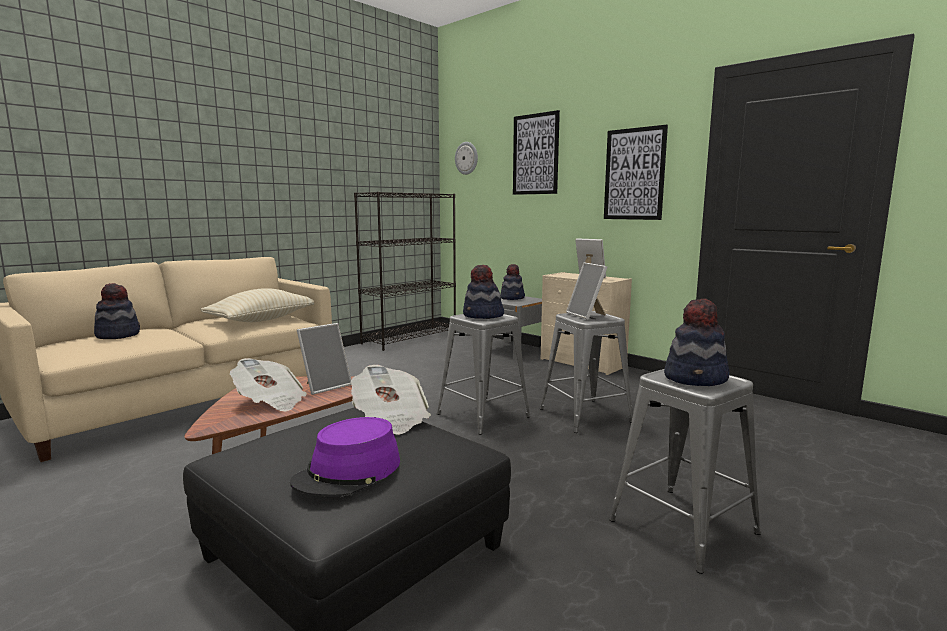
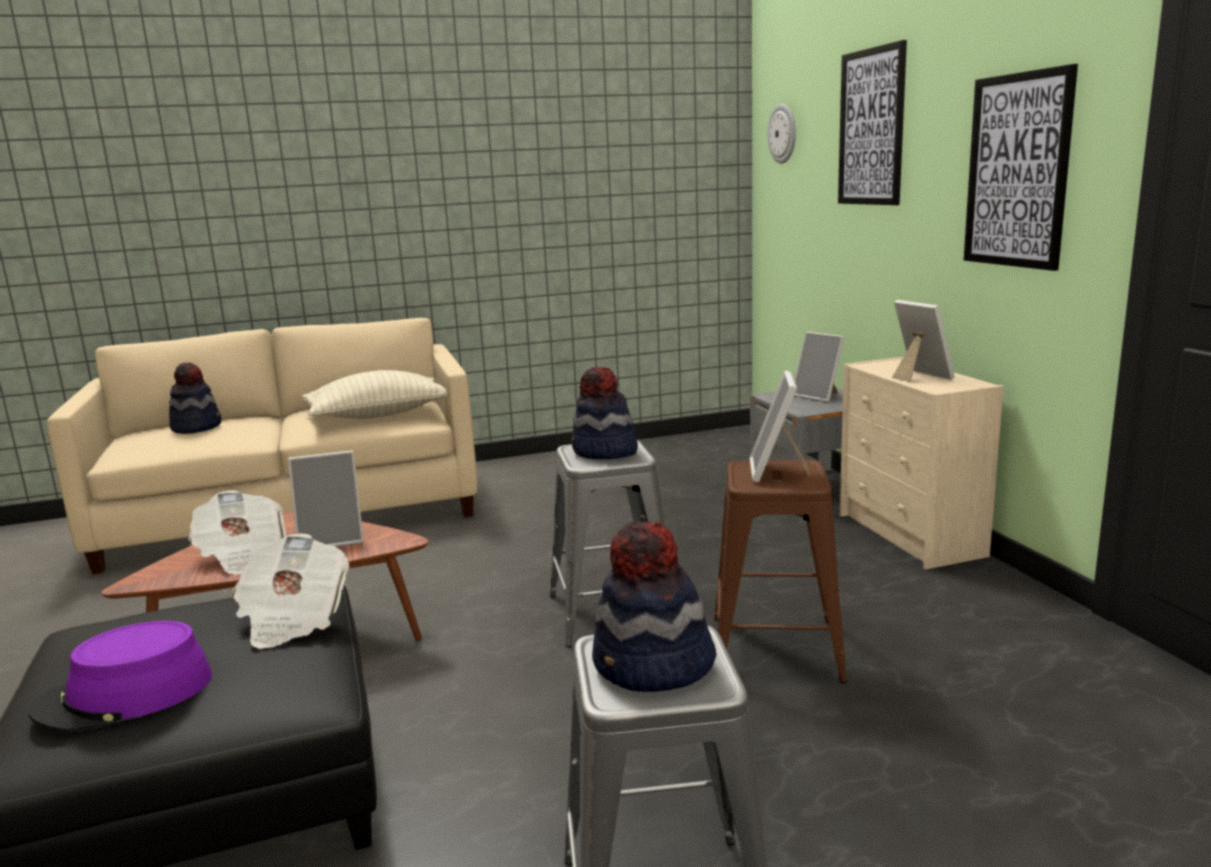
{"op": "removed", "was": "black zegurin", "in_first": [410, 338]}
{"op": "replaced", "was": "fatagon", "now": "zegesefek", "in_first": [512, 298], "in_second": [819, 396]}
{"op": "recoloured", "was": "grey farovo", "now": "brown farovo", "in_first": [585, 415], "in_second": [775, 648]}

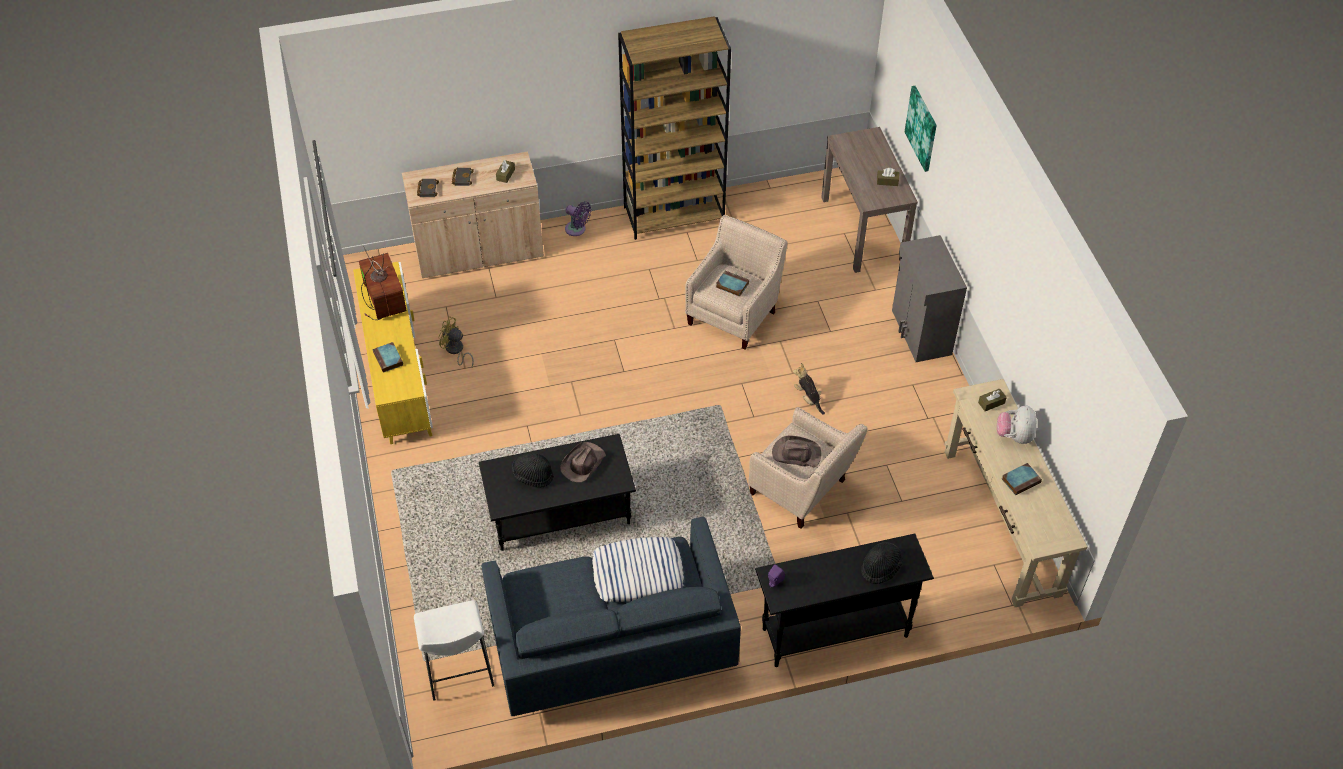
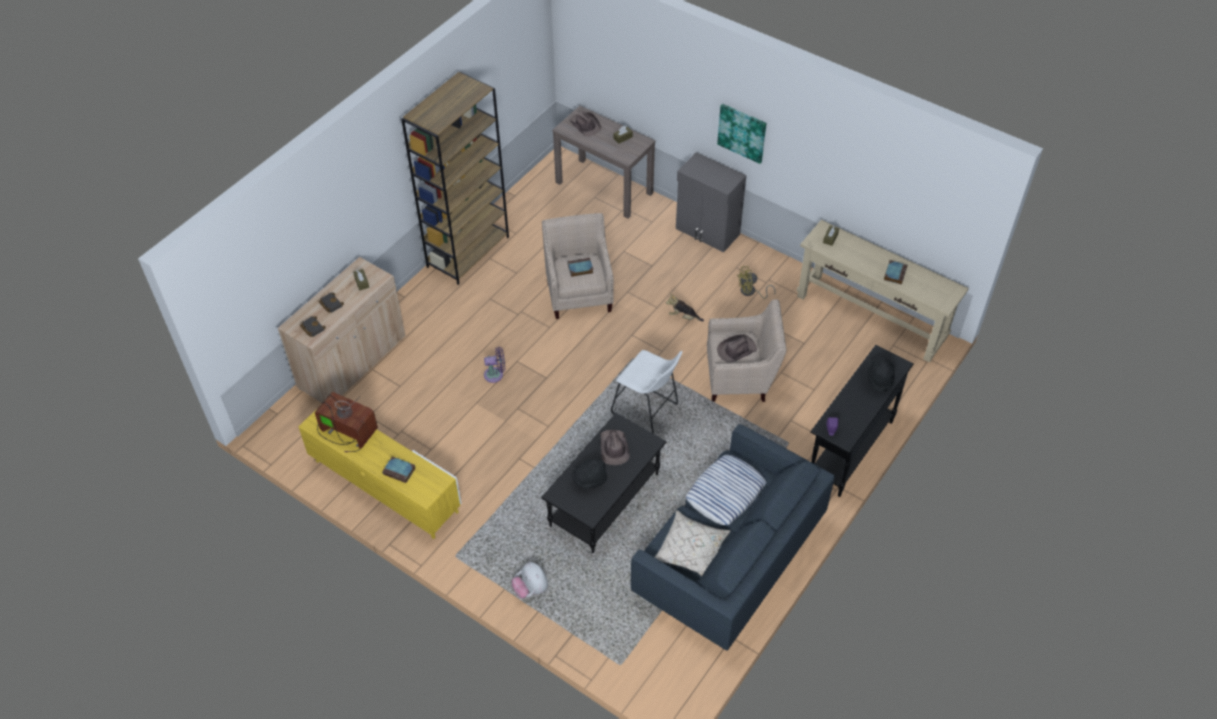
{"op": "moved", "was": "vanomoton", "in_first": [922, 128], "in_second": [742, 132]}
{"op": "moved", "was": "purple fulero", "in_first": [577, 230], "in_second": [495, 374]}
{"op": "moved", "was": "yellow fulero", "in_first": [455, 351], "in_second": [751, 292]}
{"op": "moved", "was": "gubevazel", "in_first": [1014, 436], "in_second": [531, 589]}
{"op": "moved", "was": "white farovo", "in_first": [458, 671], "in_second": [647, 411]}
{"op": "added", "now": "brown fatagon", "in_second": [585, 125]}
{"op": "added", "now": "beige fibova", "in_second": [692, 550]}

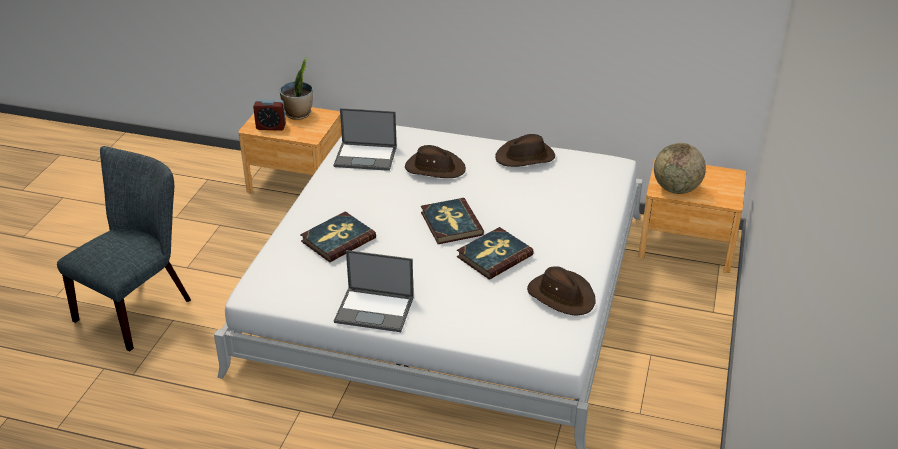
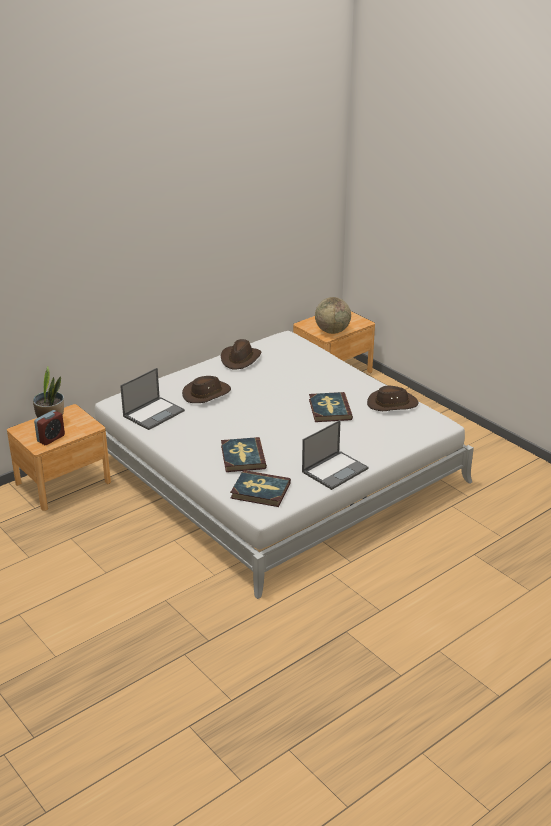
{"op": "removed", "was": "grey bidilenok", "in_first": [139, 306]}
{"op": "moved", "was": "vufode", "in_first": [451, 223], "in_second": [260, 491]}

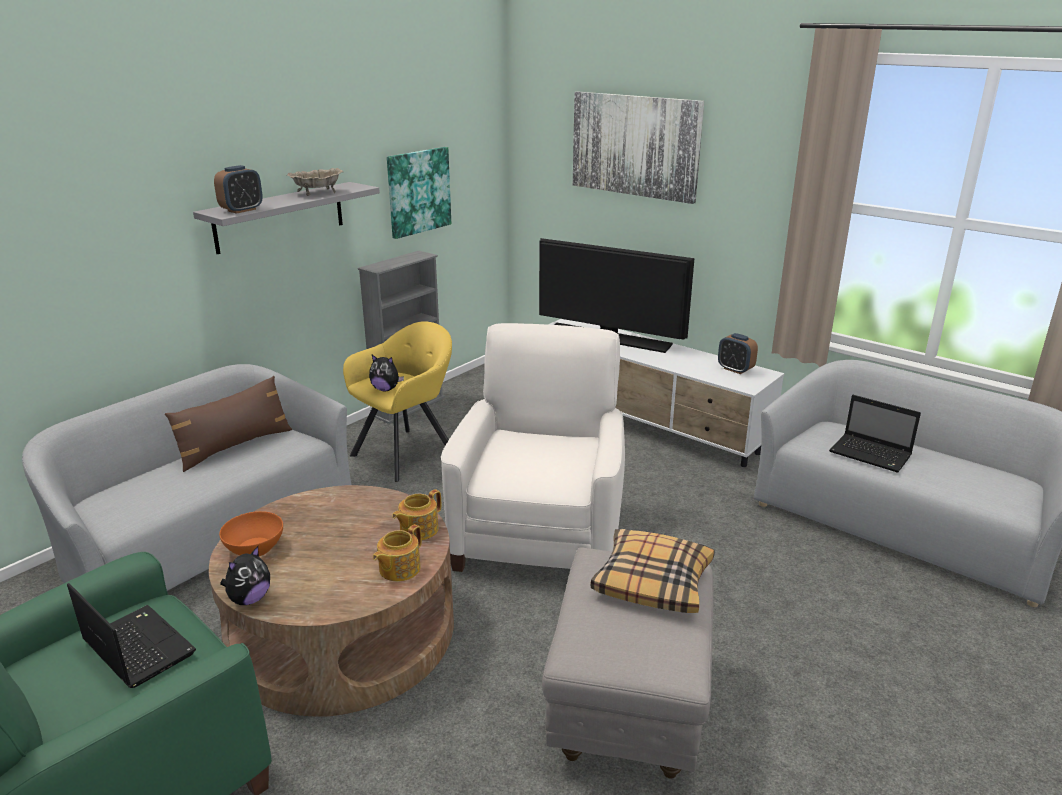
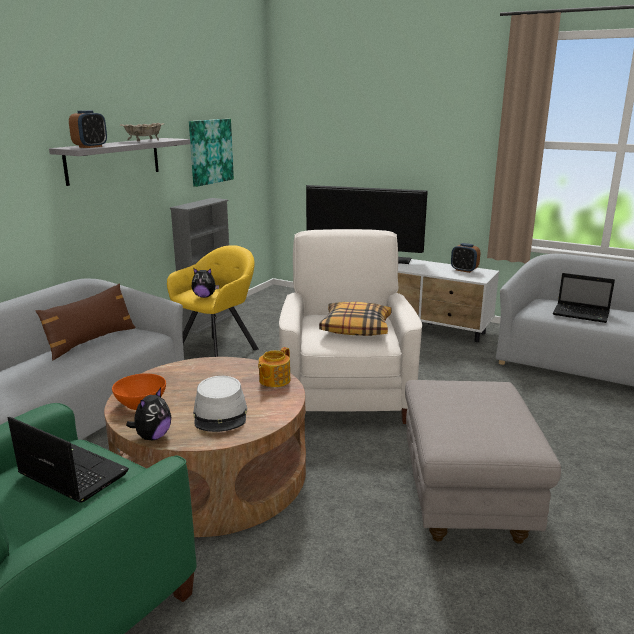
{"op": "removed", "was": "vanomoton", "in_first": [635, 145]}
{"op": "removed", "was": "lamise", "in_first": [398, 569]}
{"op": "moved", "was": "fibova", "in_first": [653, 581], "in_second": [356, 327]}
{"op": "added", "now": "grey fatagon", "in_second": [221, 414]}

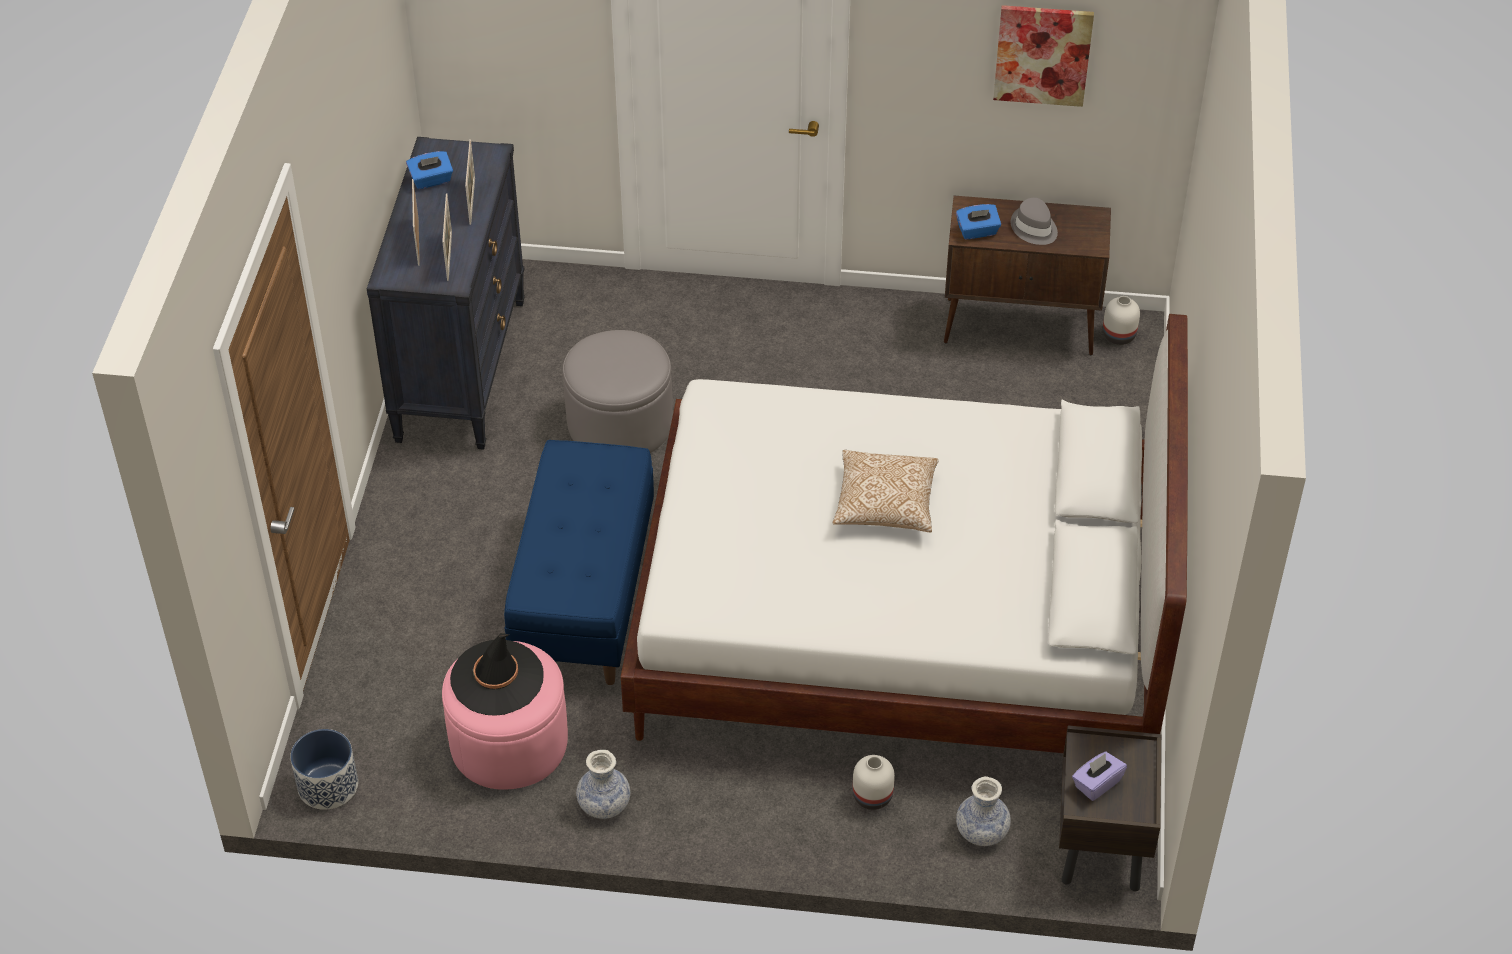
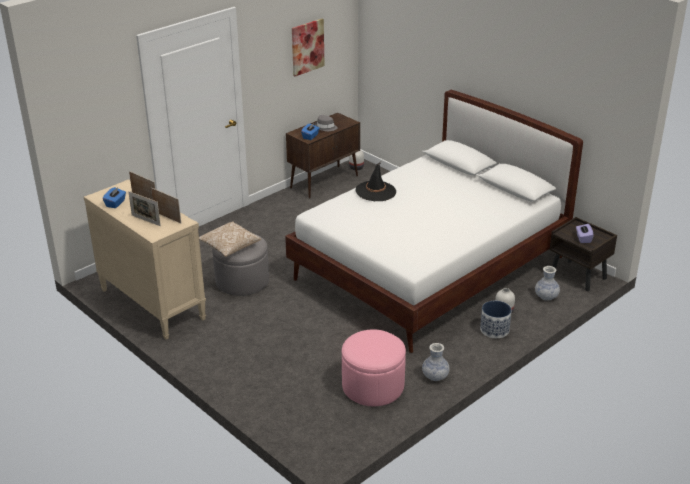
{"op": "recoloured", "was": "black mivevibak", "now": "beige mivevibak", "in_first": [460, 369], "in_second": [152, 304]}
{"op": "removed", "was": "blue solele", "in_first": [585, 597]}
{"op": "moved", "was": "fibova", "in_first": [885, 504], "in_second": [229, 246]}
{"op": "moved", "was": "black fatagon", "in_first": [497, 678], "in_second": [376, 191]}
{"op": "moved", "was": "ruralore", "in_first": [327, 786], "in_second": [494, 330]}

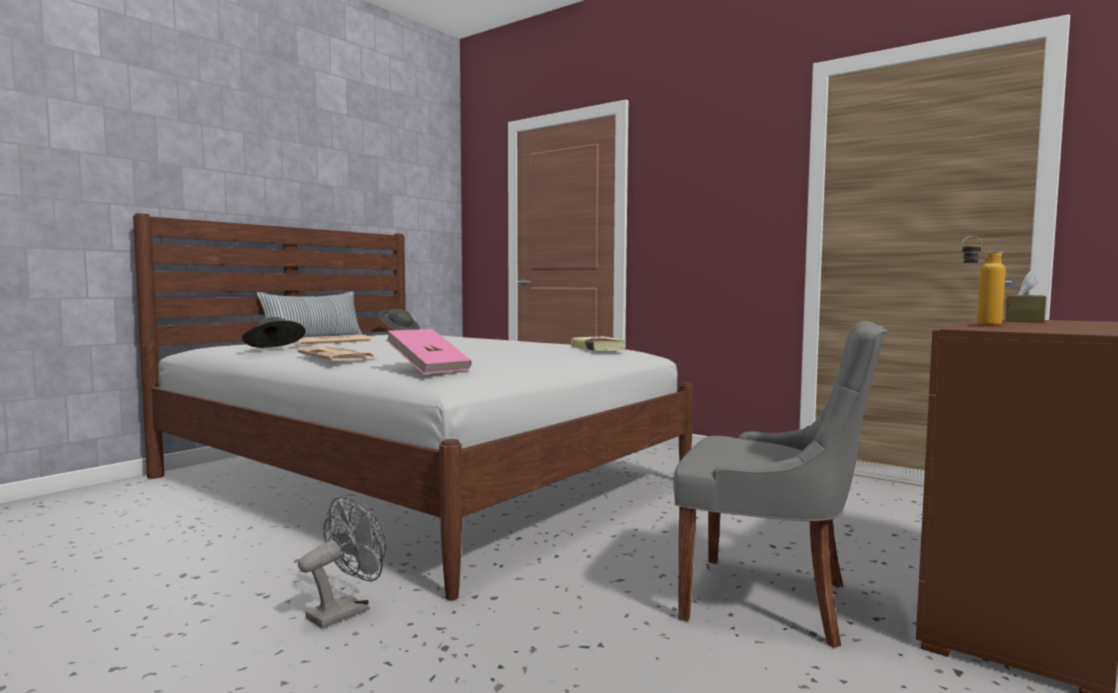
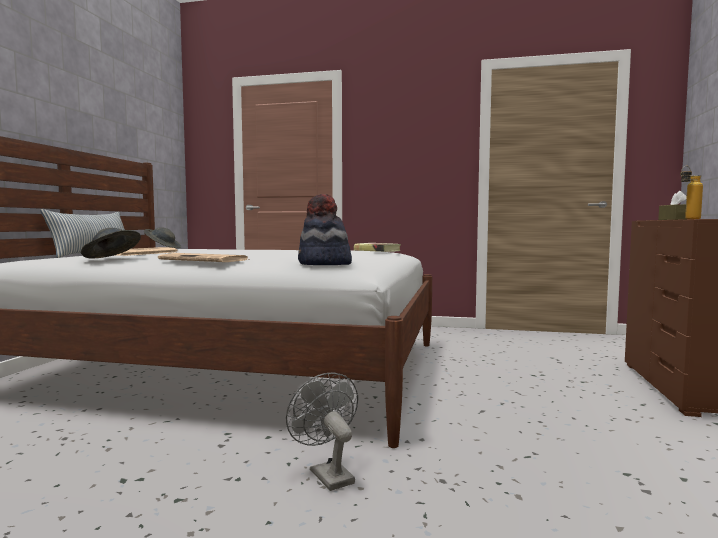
{"op": "removed", "was": "grey bidilenok", "in_first": [770, 601]}
{"op": "replaced", "was": "pink vufode", "now": "fatagon", "in_first": [429, 369], "in_second": [324, 264]}
{"op": "turned", "was": "grey fulero", "in_first": [346, 611], "in_second": [327, 474], "clockwise": -45}

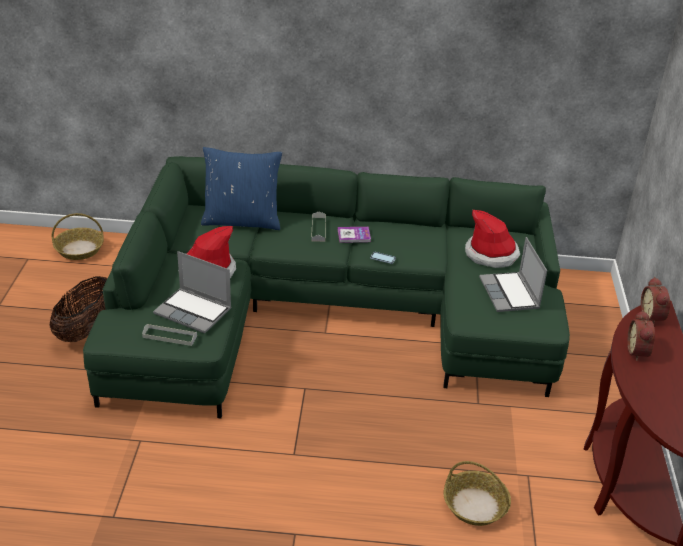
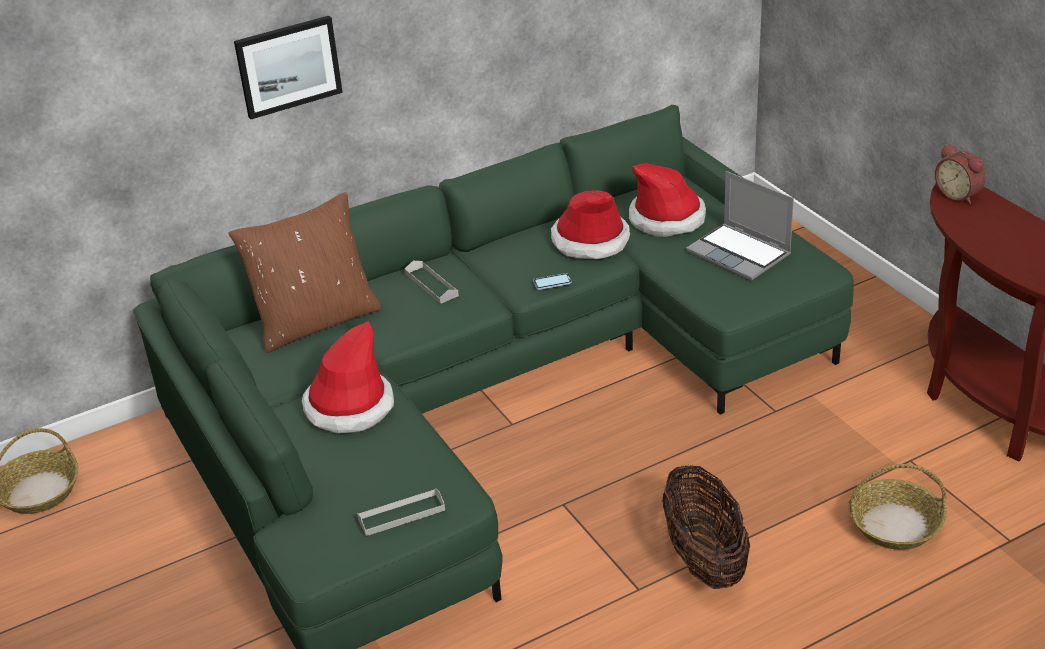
{"op": "recoloured", "was": "blue fibova", "now": "brown fibova", "in_first": [242, 220], "in_second": [316, 321]}
{"op": "removed", "was": "vufode", "in_first": [354, 235]}
{"op": "removed", "was": "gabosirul", "in_first": [194, 311]}
{"op": "moved", "was": "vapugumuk", "in_first": [86, 329], "in_second": [704, 559]}
{"op": "removed", "was": "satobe", "in_first": [639, 352]}
{"op": "added", "now": "vanomoton", "in_second": [288, 66]}
{"op": "added", "now": "fatagon", "in_second": [590, 240]}

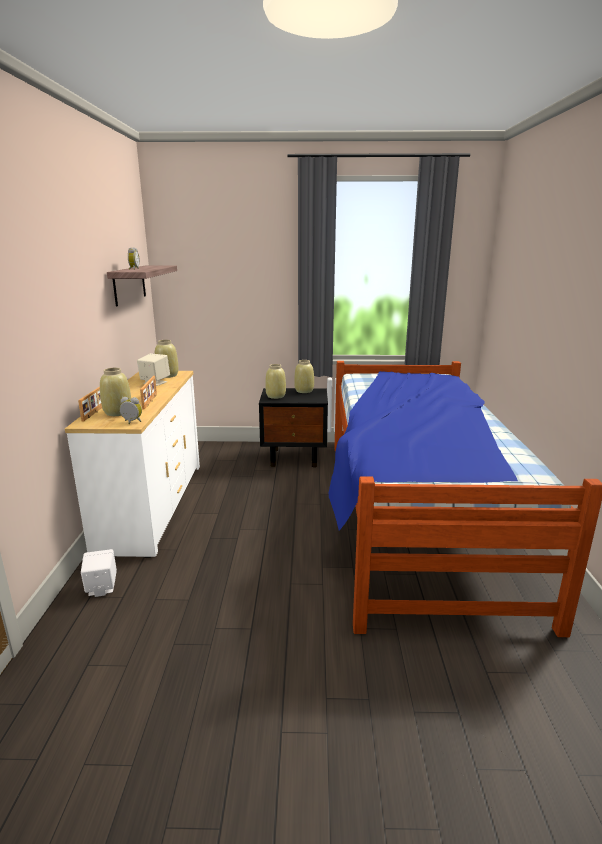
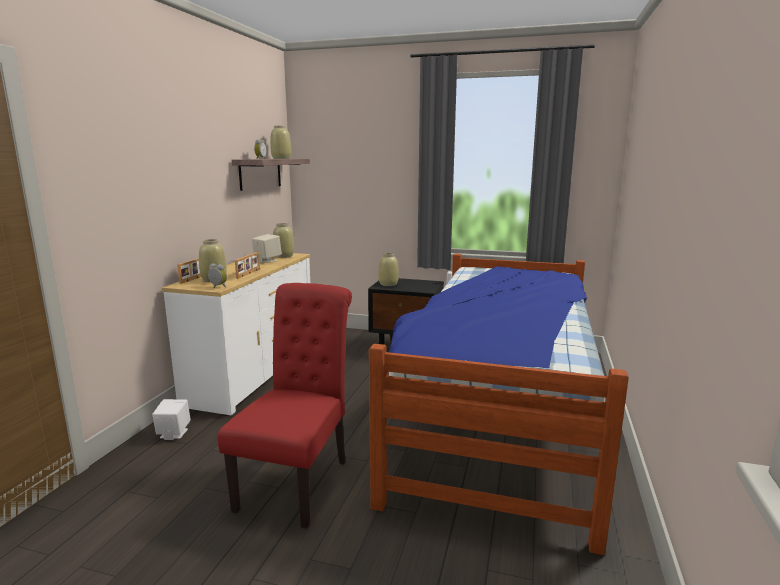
{"op": "moved", "was": "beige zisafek", "in_first": [304, 391], "in_second": [281, 158]}
{"op": "added", "now": "red bidilenok", "in_second": [298, 480]}

